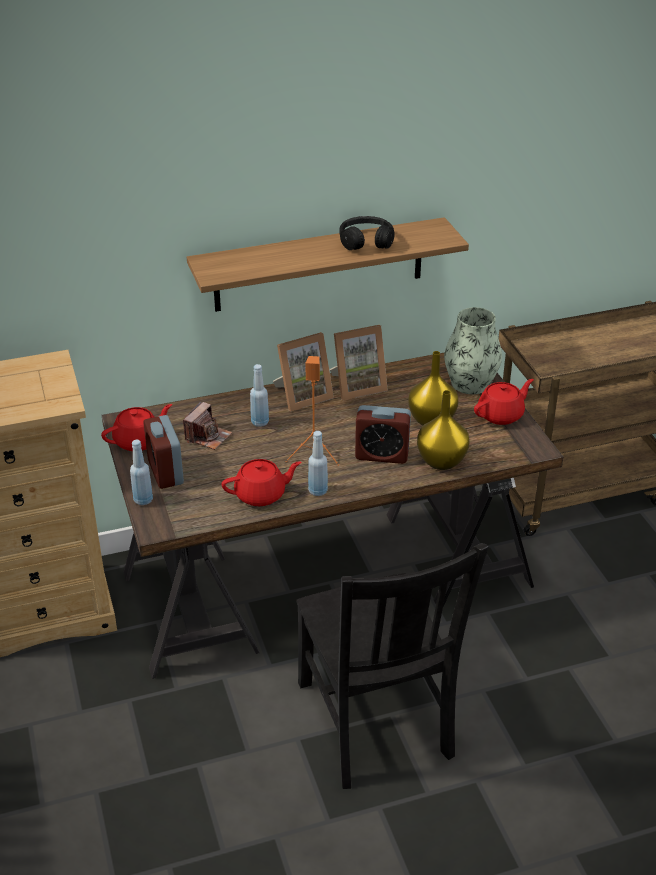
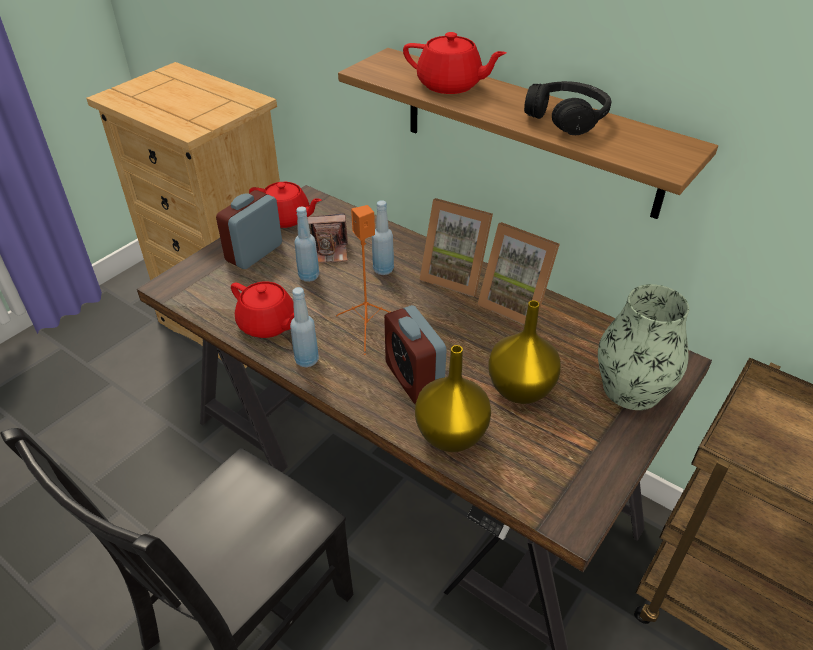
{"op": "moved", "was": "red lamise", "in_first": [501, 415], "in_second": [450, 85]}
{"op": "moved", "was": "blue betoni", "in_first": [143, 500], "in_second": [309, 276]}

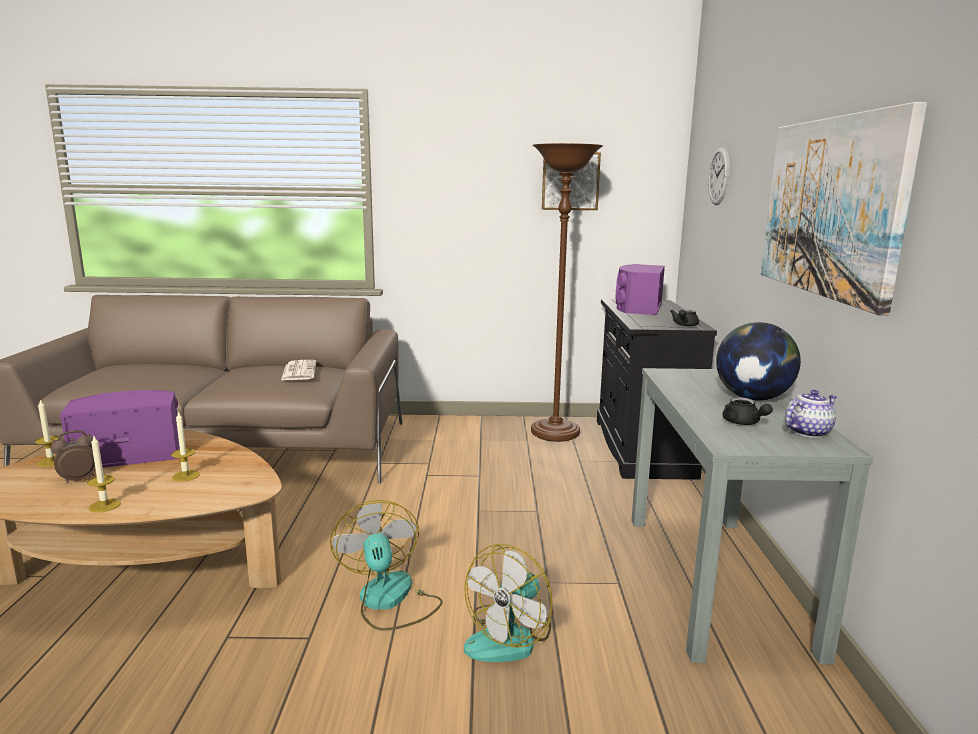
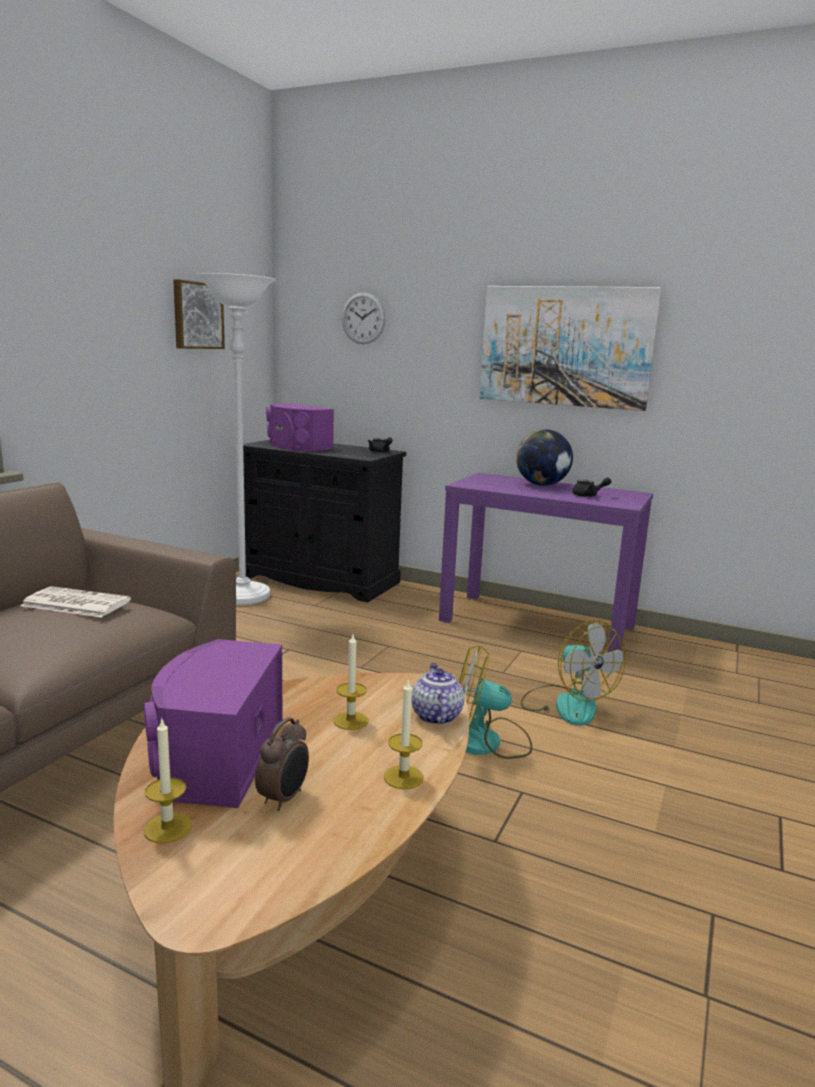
{"op": "recoloured", "was": "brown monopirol", "now": "white monopirol", "in_first": [555, 433], "in_second": [243, 597]}
{"op": "recoloured", "was": "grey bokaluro", "now": "purple bokaluro", "in_first": [716, 580], "in_second": [537, 624]}
{"op": "moved", "was": "lamise", "in_first": [808, 431], "in_second": [435, 715]}
{"op": "turned", "was": "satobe", "in_first": [79, 479], "in_second": [284, 798], "clockwise": -150}

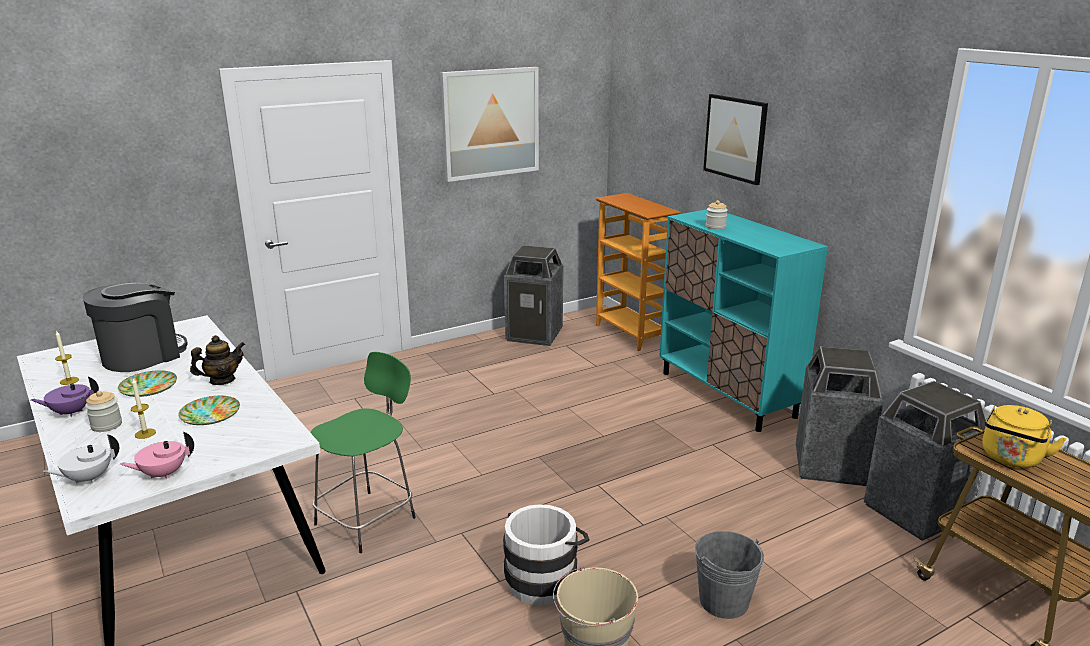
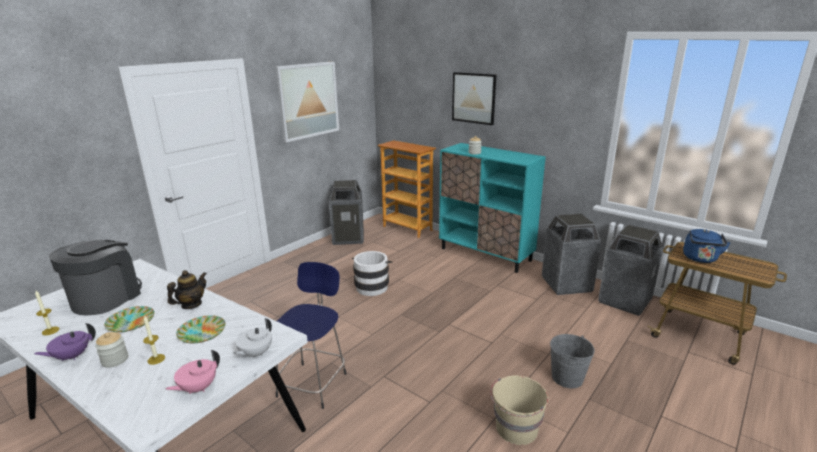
{"op": "recoloured", "was": "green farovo", "now": "blue farovo", "in_first": [368, 519], "in_second": [313, 383]}
{"op": "recoloured", "was": "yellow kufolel", "now": "blue kufolel", "in_first": [1011, 459], "in_second": [700, 259]}
{"op": "moved", "was": "white lamise", "in_first": [88, 478], "in_second": [255, 353]}
{"op": "moved", "was": "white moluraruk", "in_first": [544, 578], "in_second": [372, 286]}

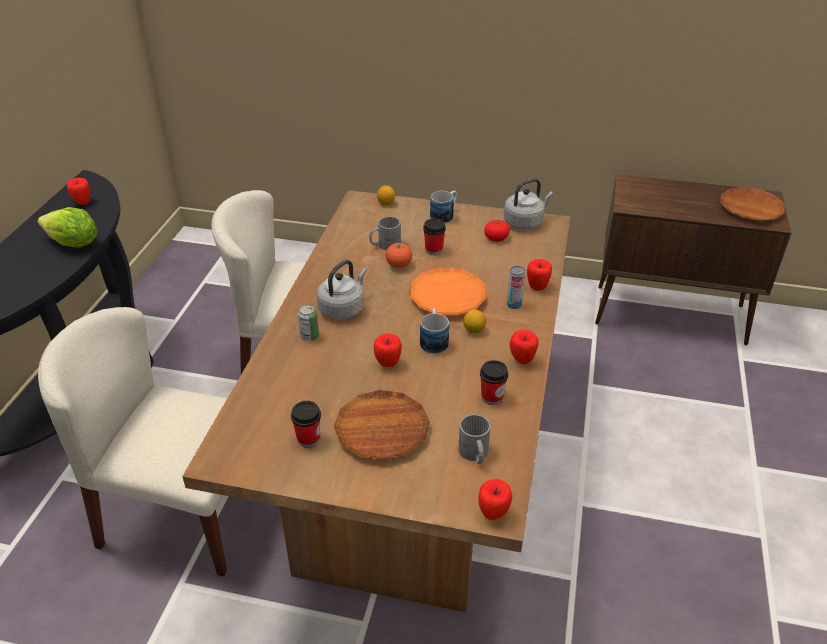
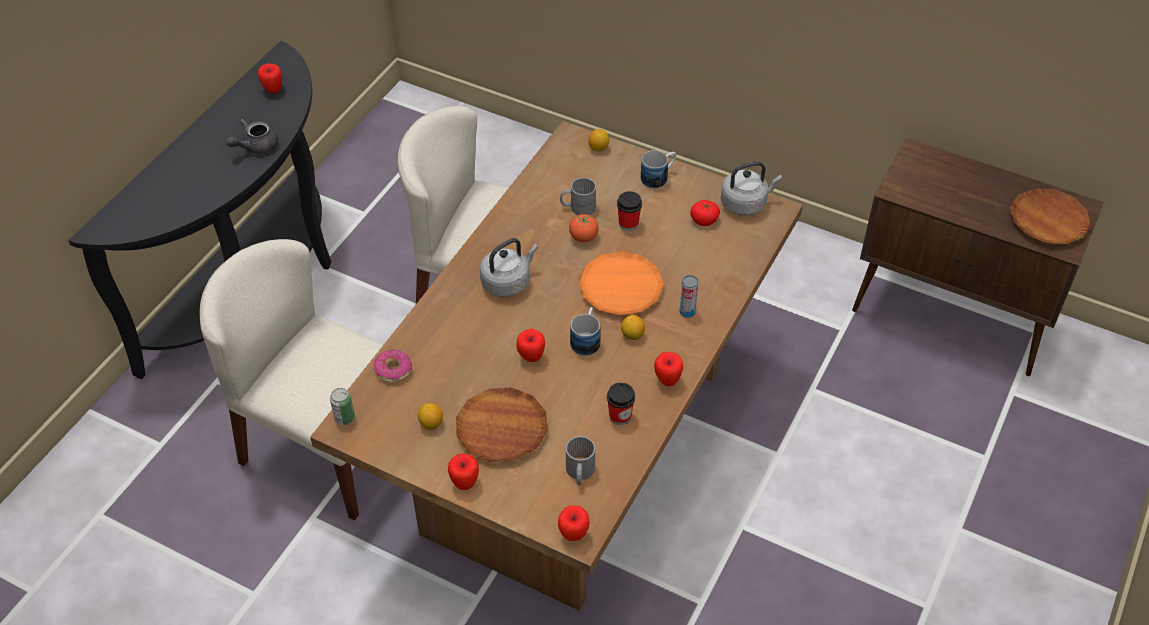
{"op": "replaced", "was": "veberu", "now": "grey lamise", "in_first": [74, 244], "in_second": [255, 146]}
{"op": "moved", "was": "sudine", "in_first": [537, 287], "in_second": [465, 483]}
{"op": "moved", "was": "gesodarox", "in_first": [309, 336], "in_second": [344, 418]}
{"op": "replaced", "was": "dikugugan", "now": "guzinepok", "in_first": [308, 439], "in_second": [431, 424]}
{"op": "added", "now": "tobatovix", "in_second": [393, 370]}

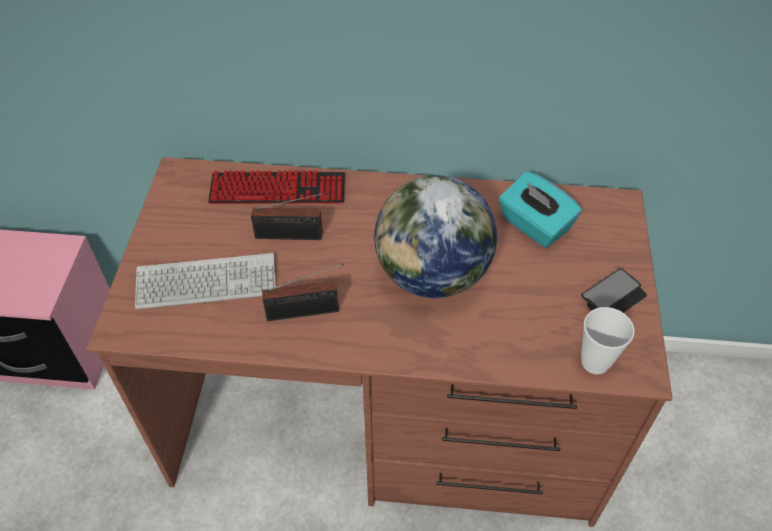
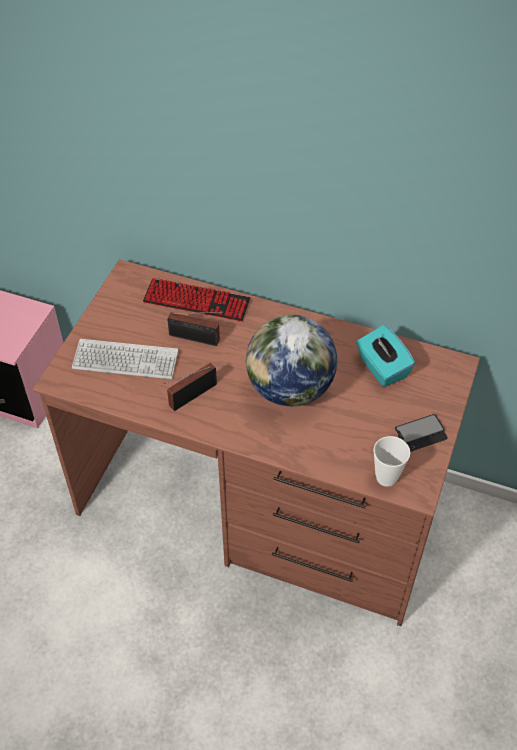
{"op": "turned", "was": "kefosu", "in_first": [307, 312], "in_second": [190, 396], "clockwise": 135}

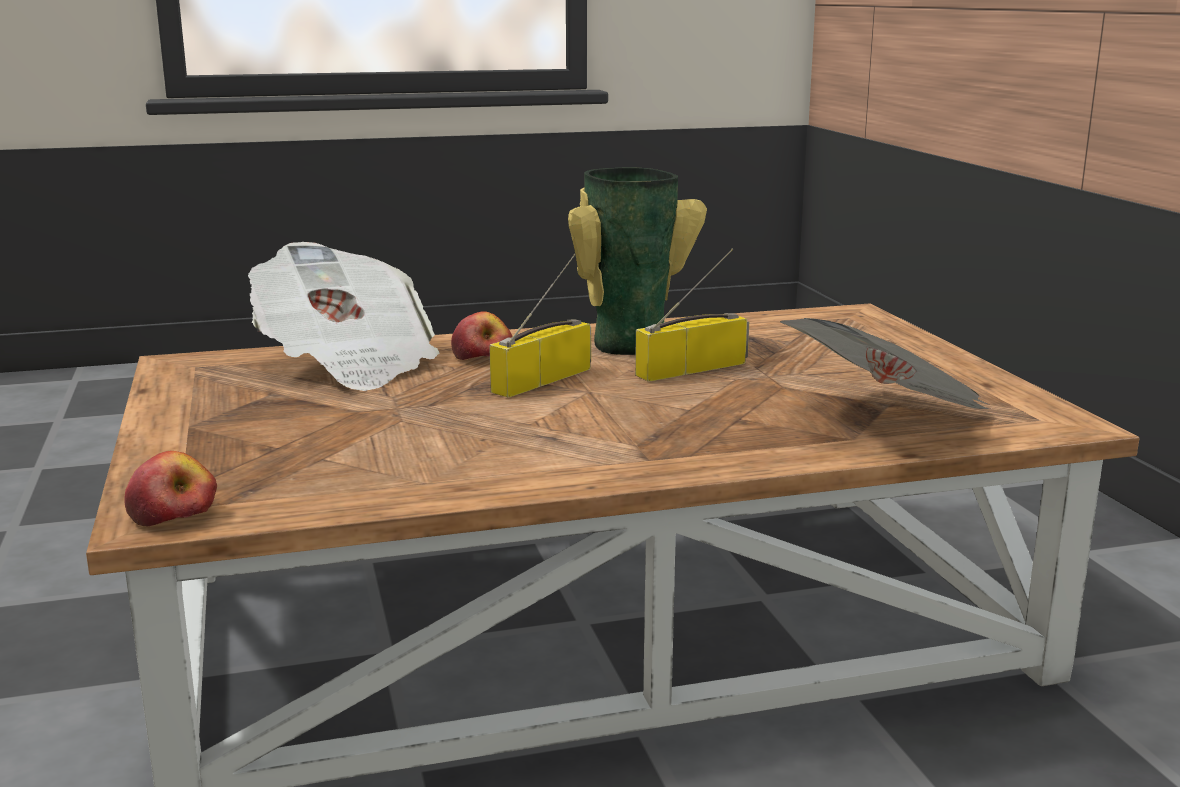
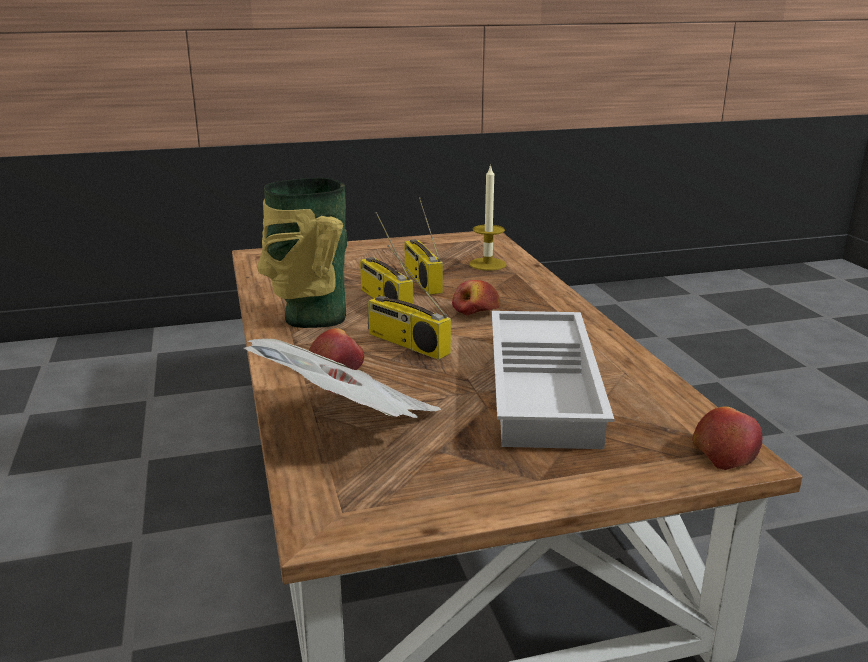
{"op": "replaced", "was": "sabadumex", "now": "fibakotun", "in_first": [889, 422], "in_second": [487, 264]}
{"op": "added", "now": "kefosu", "in_second": [421, 280]}
{"op": "added", "now": "sudine", "in_second": [476, 312]}
{"op": "added", "now": "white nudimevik", "in_second": [546, 388]}

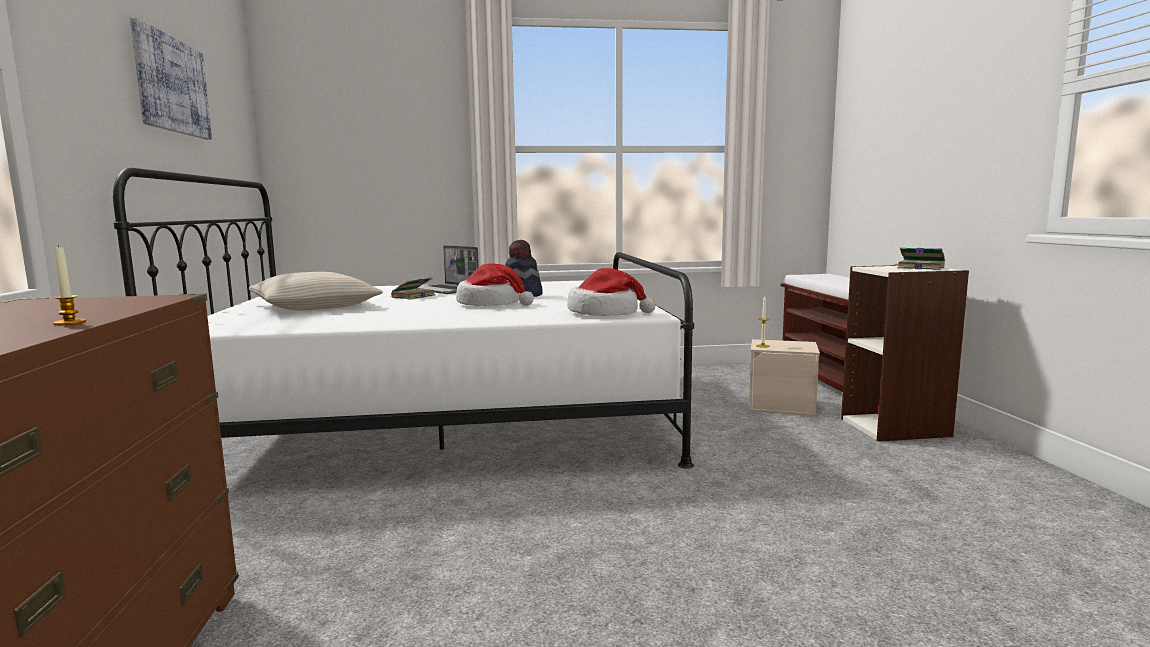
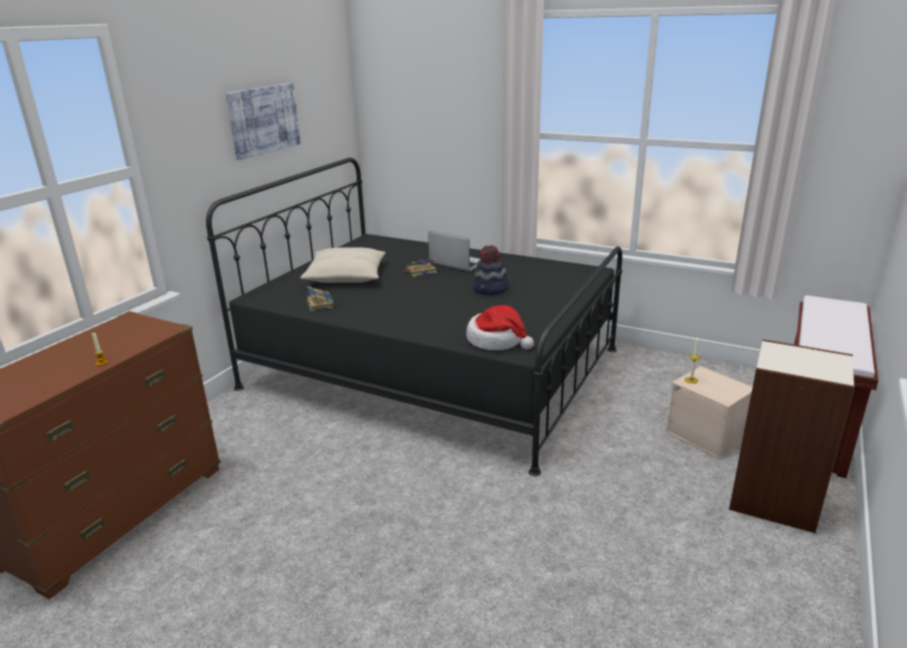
{"op": "recoloured", "was": "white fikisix", "now": "black fikisix", "in_first": [447, 420], "in_second": [433, 368]}
{"op": "turned", "was": "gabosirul", "in_first": [446, 290], "in_second": [457, 263], "clockwise": 135}
{"op": "moved", "was": "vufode", "in_first": [919, 268], "in_second": [320, 304]}
{"op": "removed", "was": "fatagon", "in_first": [491, 304]}

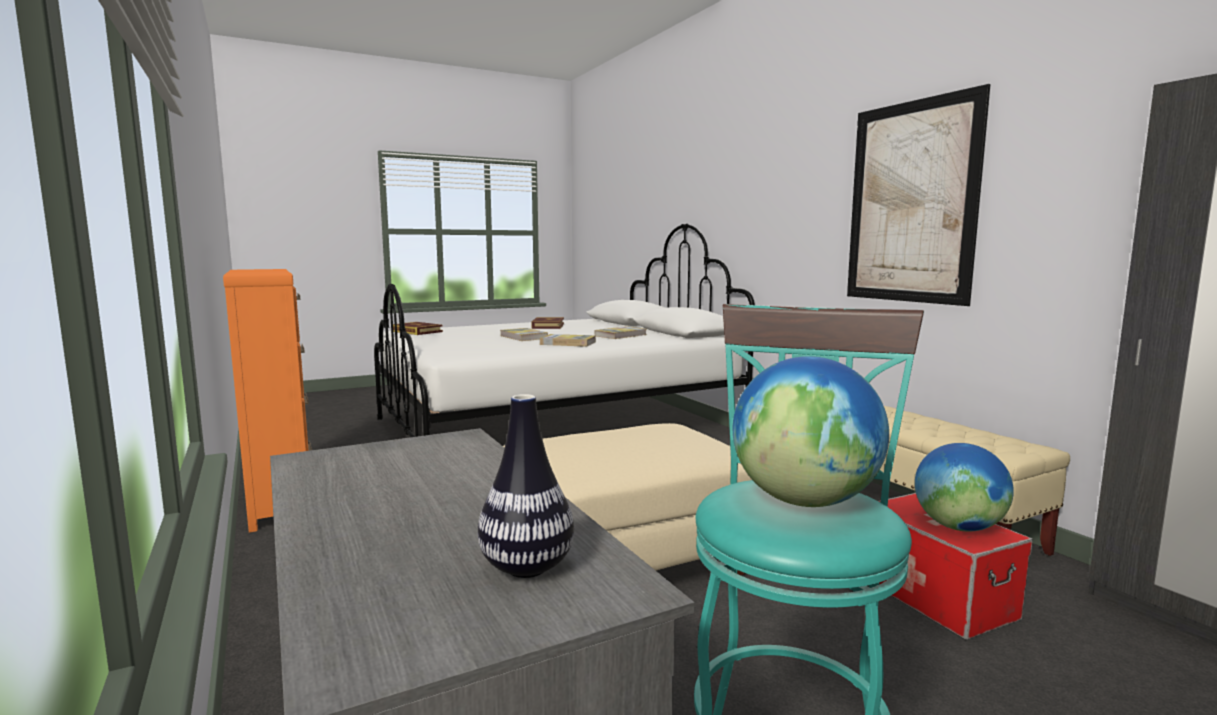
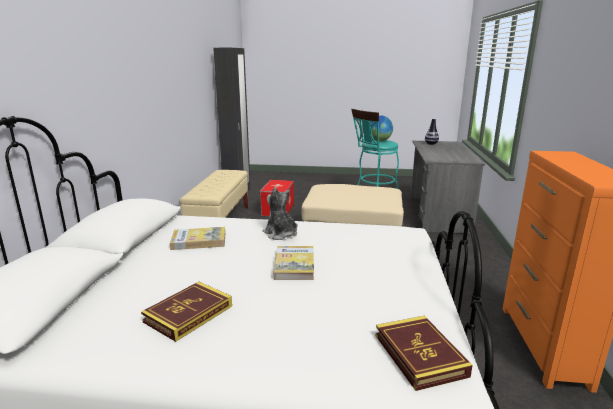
{"op": "removed", "was": "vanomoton", "in_first": [911, 202]}
{"op": "replaced", "was": "vufode", "now": "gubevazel", "in_first": [568, 343], "in_second": [281, 234]}
{"op": "removed", "was": "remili", "in_first": [958, 527]}

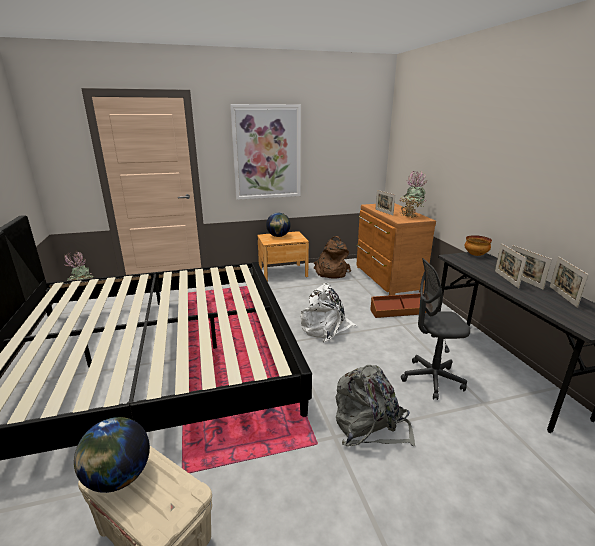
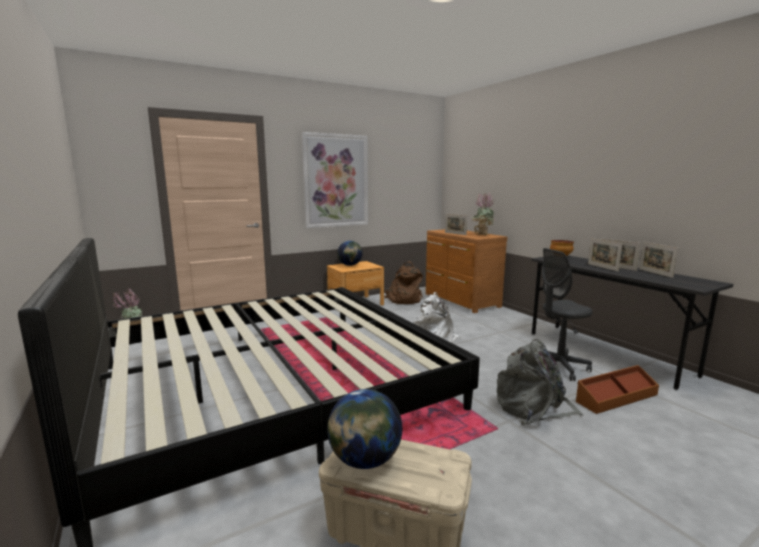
{"op": "moved", "was": "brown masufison", "in_first": [400, 311], "in_second": [616, 397]}

